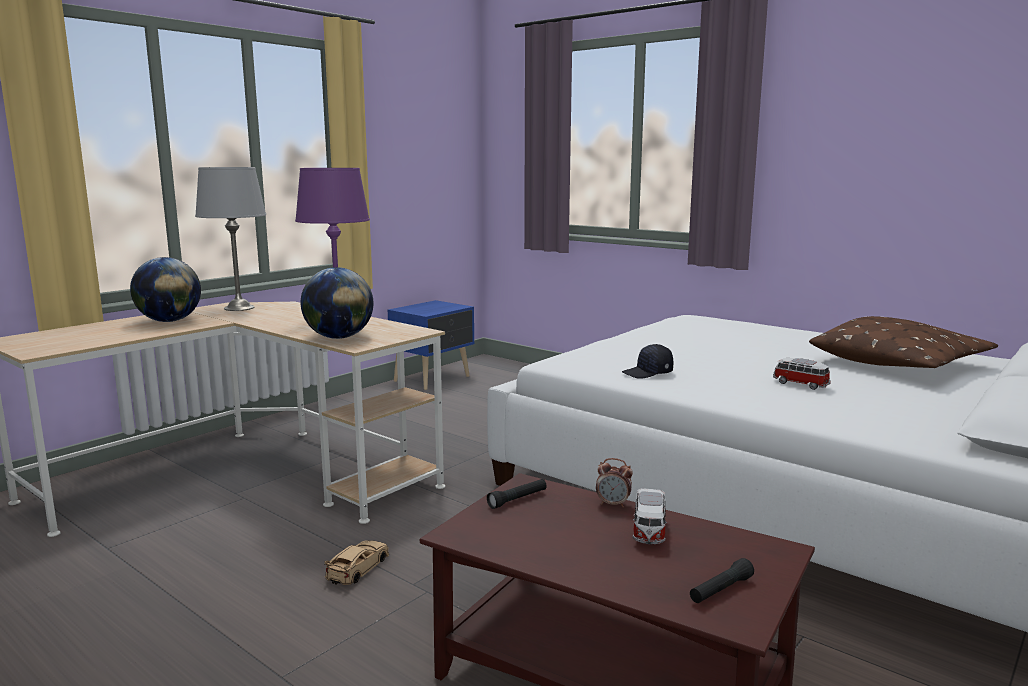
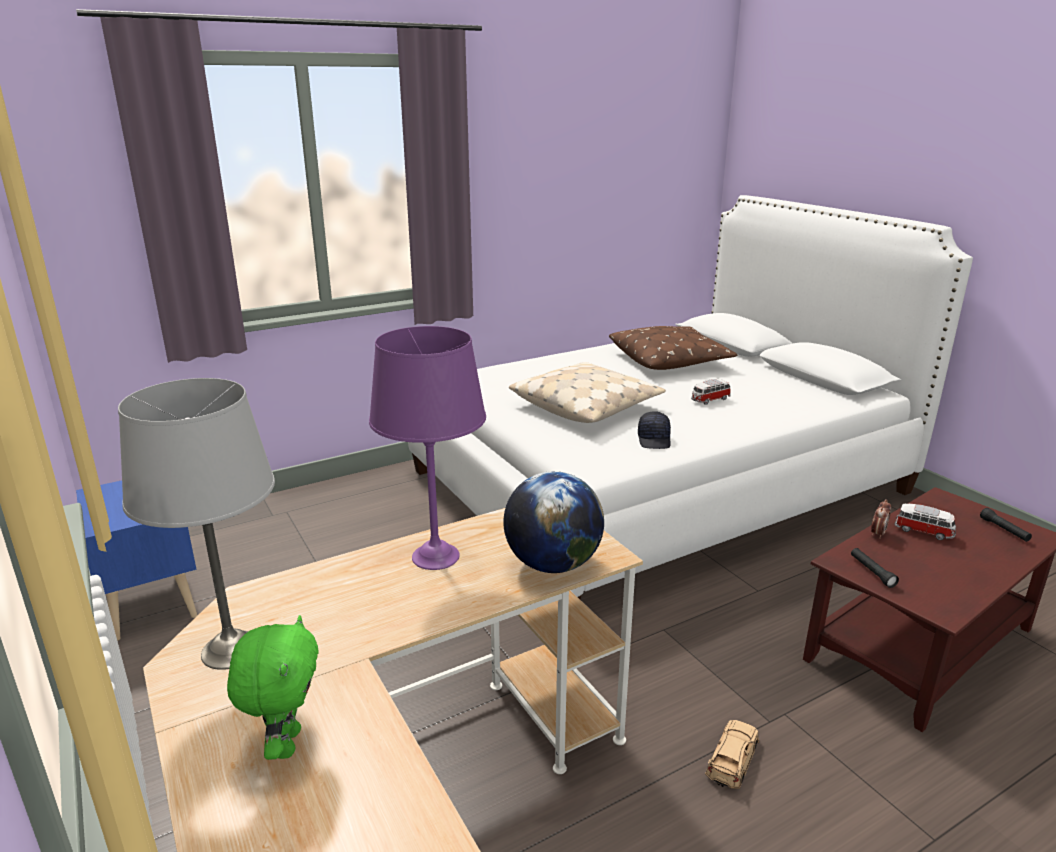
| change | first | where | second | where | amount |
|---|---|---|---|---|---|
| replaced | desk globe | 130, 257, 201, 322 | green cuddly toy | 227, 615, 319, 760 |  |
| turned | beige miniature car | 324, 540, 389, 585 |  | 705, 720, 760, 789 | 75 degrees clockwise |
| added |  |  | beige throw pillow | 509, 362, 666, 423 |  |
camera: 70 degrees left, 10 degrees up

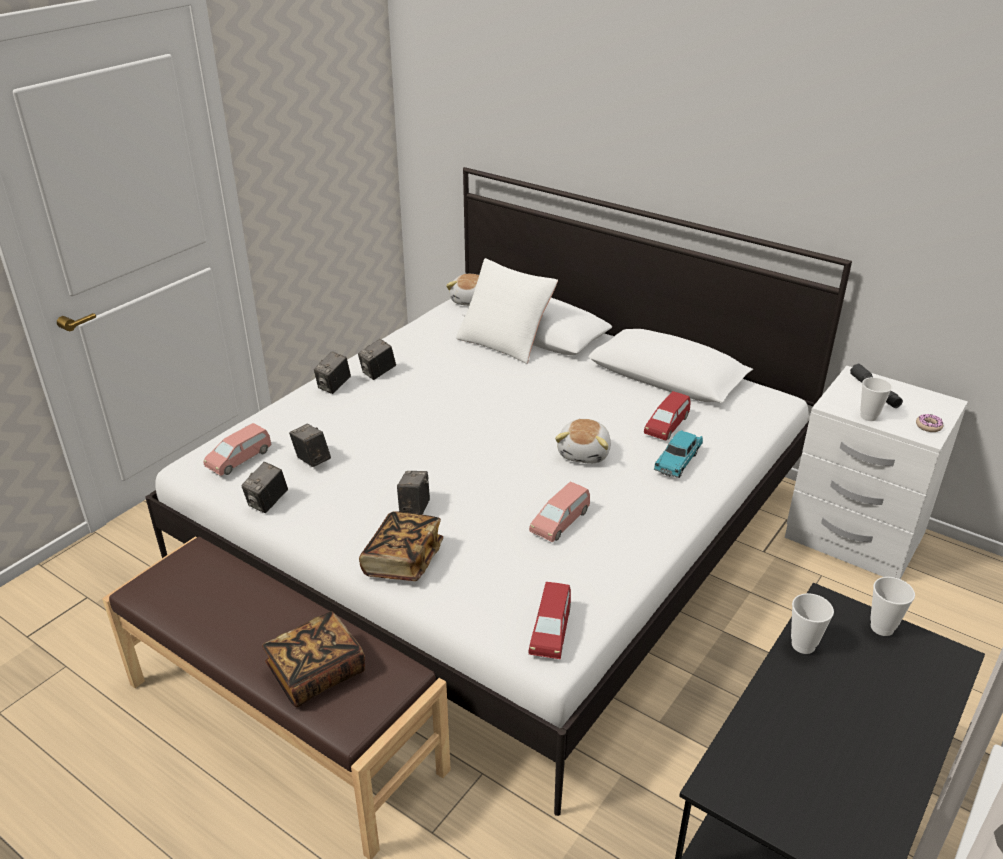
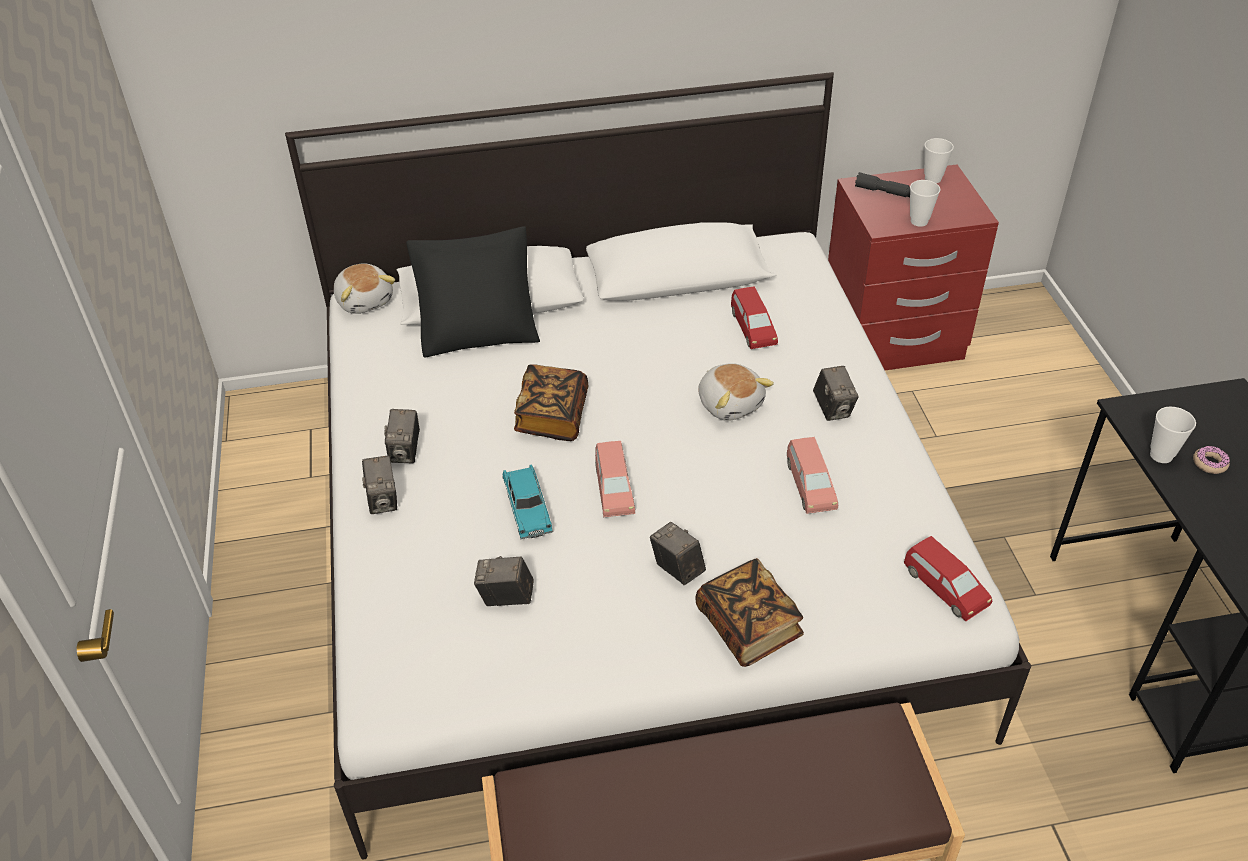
| change | first | where | second | where | amount |
|---|---|---|---|---|---|
| recoloured | whitish throw pillow | 456, 258, 558, 364 | black-coloured throw pillow | 406, 226, 540, 357 |  |
| recoloured | whitish nightstand | 785, 366, 968, 579 | reddish nightstand | 828, 165, 999, 370 |  |
| moved | donut | 916, 414, 943, 432 |  | 1193, 446, 1230, 474 |  |
| moved | pink miniature car | 203, 423, 271, 476 |  | 595, 441, 635, 517 |  |
| moved | turquoise-coloured miniature car | 654, 430, 703, 478 |  | 502, 464, 553, 539 |  |
| moved | photo camera | 241, 462, 288, 513 |  | 813, 366, 859, 421 |  |
| moved | drinking cup | 870, 577, 915, 636 |  | 924, 138, 954, 183 |  |
| moved | book | 262, 611, 365, 707 |  | 514, 364, 588, 441 |  |
camera: 45 degrees left, 10 degrees up

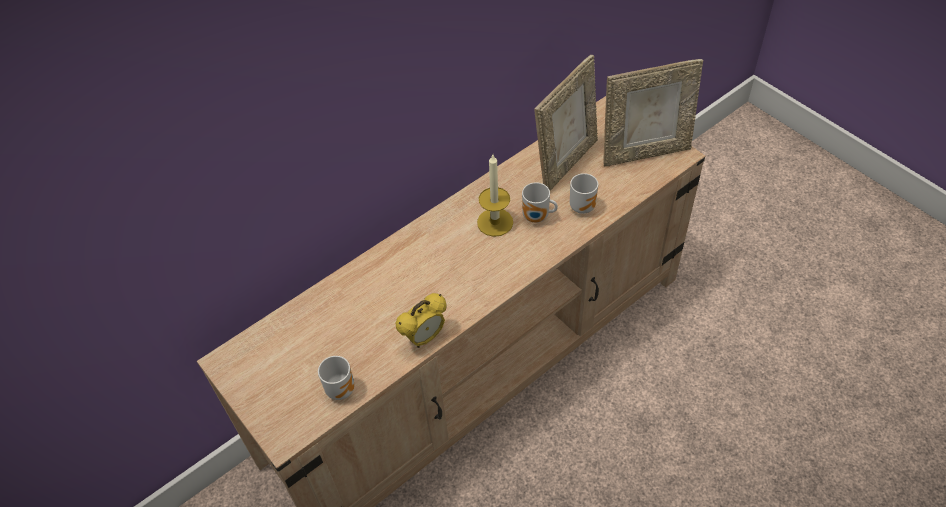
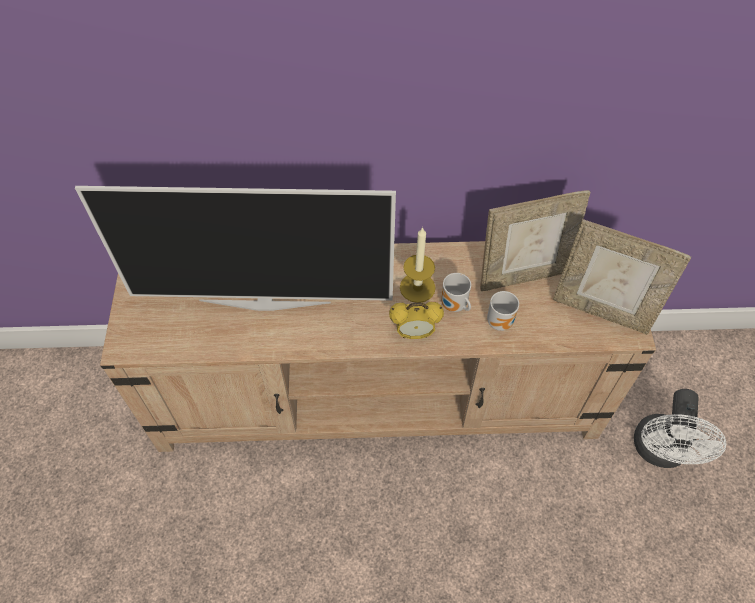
| change | first | where | second | where | amount |
|---|---|---|---|---|---|
| moved | bedside clock | 395, 293, 447, 348 |  | 389, 302, 444, 339 |  |
| removed | coffee mug | 318, 356, 354, 400 |  |  |  |
| added |  |  | TV | 75, 186, 396, 311 |  |
| added |  |  | whitish electric fan | 634, 389, 727, 468 |  |
camera: 35 degrees right, 5 degrees up

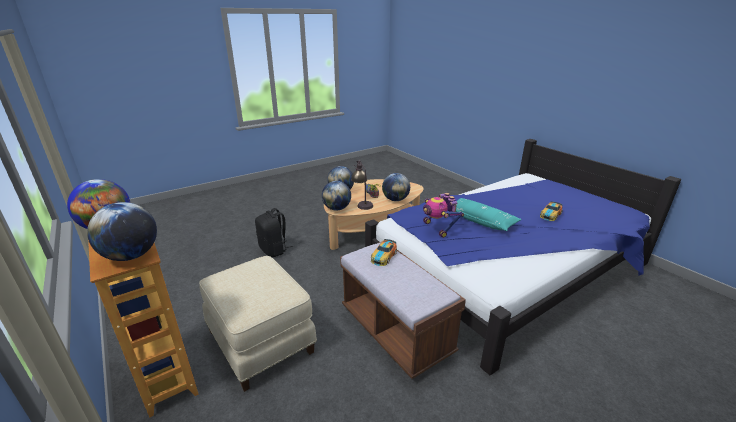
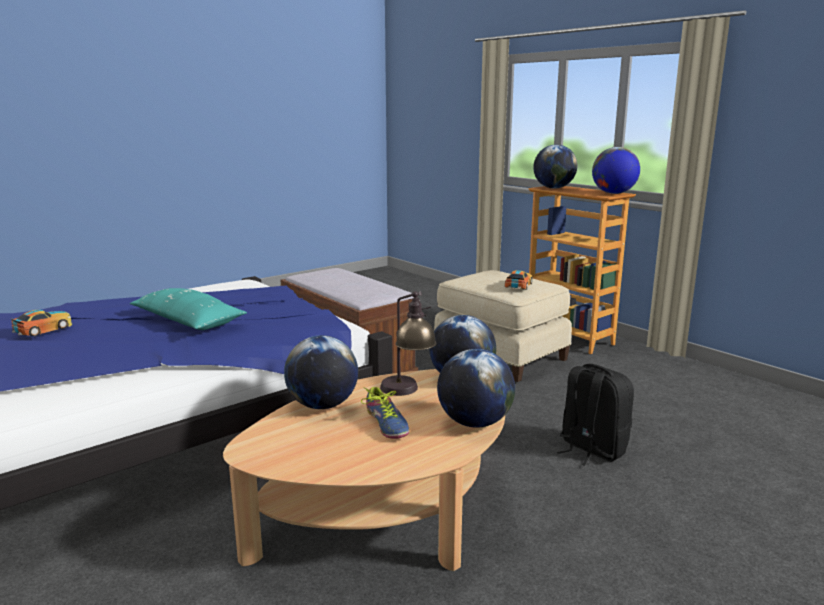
| change | first | where | second | where | amount |
|---|---|---|---|---|---|
| removed | robot figure | 423, 193, 464, 238 |  |  |  |
| moved | miniature car | 371, 239, 397, 266 |  | 505, 270, 533, 289 |  |
camera: 175 degrees right, 10 degrees down

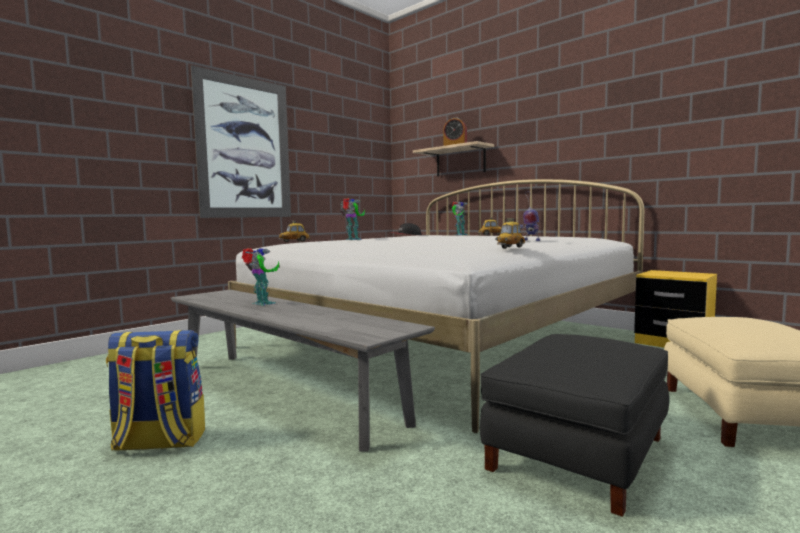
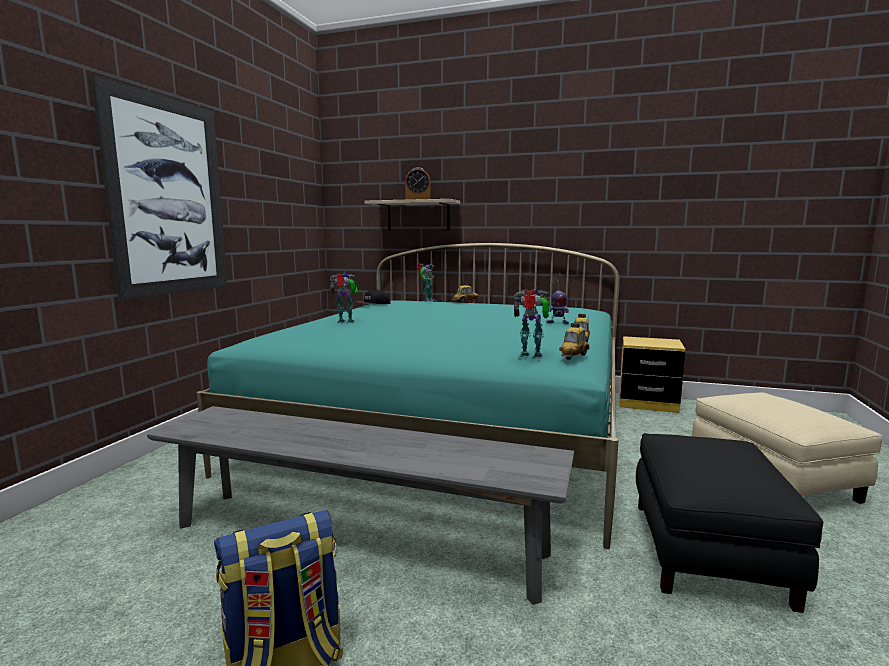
| change | first | where | second | where | amount |
|---|---|---|---|---|---|
| recoloured | whitish bed | 228, 179, 644, 433 | turquoise-coloured bed | 197, 243, 619, 549 |  |
| moved | miniature car | 278, 221, 310, 242 |  | 559, 323, 589, 360 |  |
| moved | robot figure | 242, 248, 279, 306 |  | 513, 289, 550, 359 |  |
camera: 25 degrees left, 5 degrees up

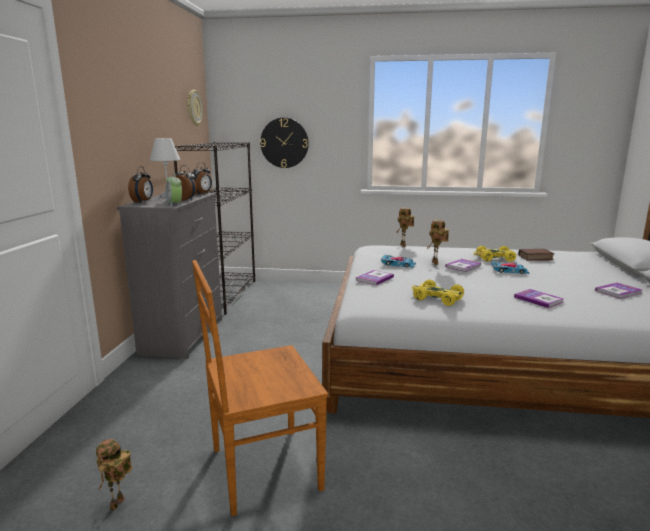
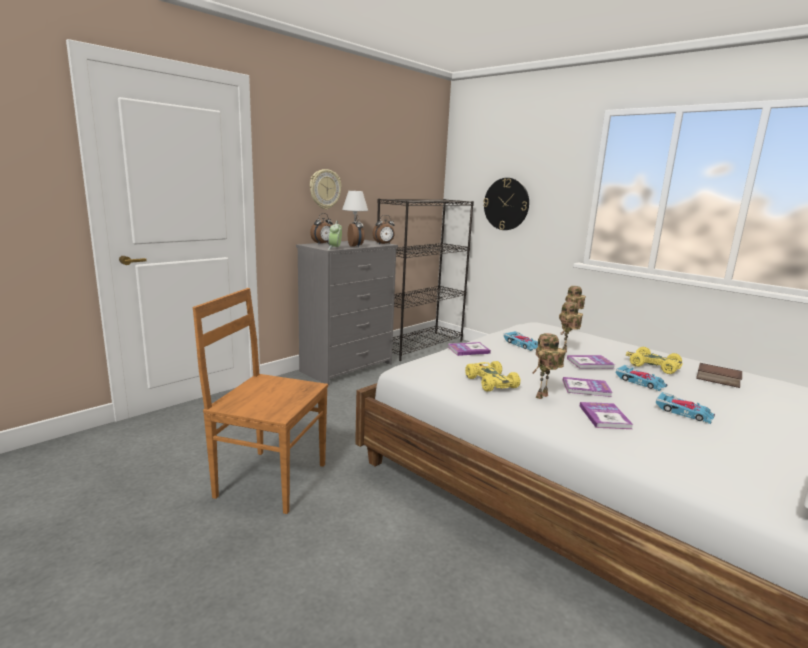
| change | first | where | second | where | amount |
|---|---|---|---|---|---|
| moved | clock on the wall | 187, 90, 203, 126 |  | 310, 169, 341, 209 |  |
| moved | book | 595, 283, 642, 299 |  | 563, 377, 613, 397 |  |
| moved | robot figure | 96, 439, 132, 511 |  | 533, 333, 566, 399 |  |
| added |  |  | miniature car | 656, 392, 715, 424 |  |
camera: 35 degrees right, 0 degrees up

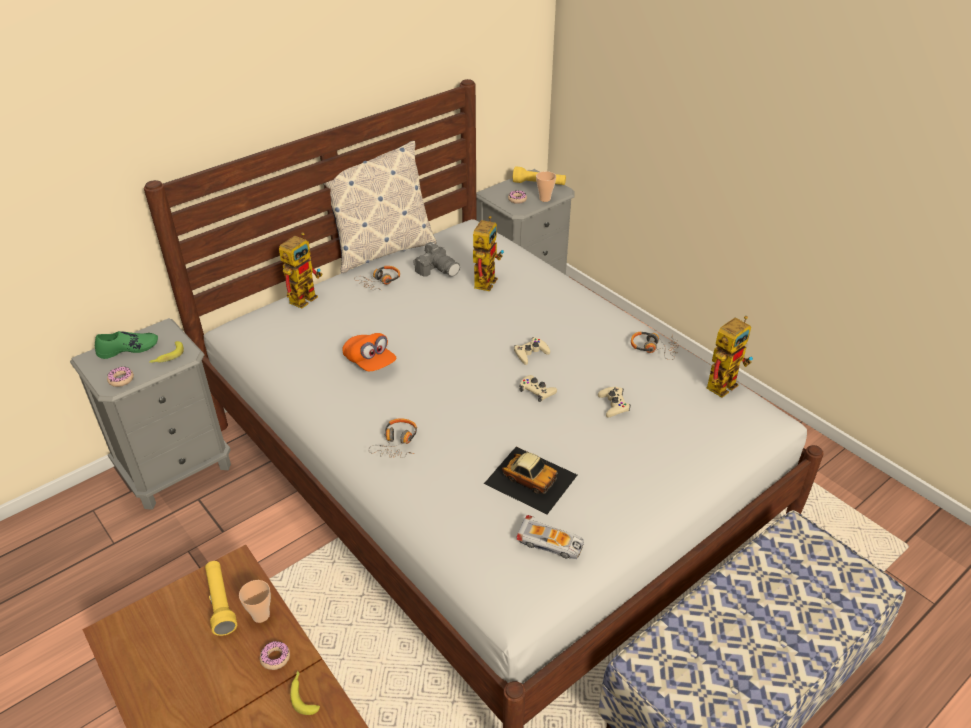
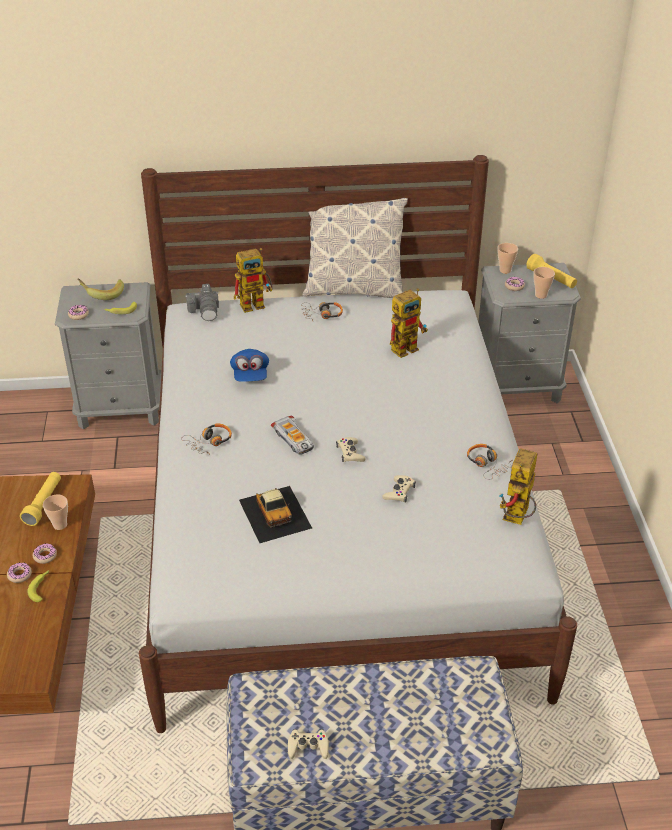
| change | first | where | second | where | amount |
|---|---|---|---|---|---|
| moved | photo camera | 413, 242, 460, 277 |  | 186, 284, 219, 321 |  |
| turned | robot figure | 706, 316, 753, 397 |  | 499, 448, 537, 525 | 120 degrees clockwise |
| replaced | green low shoe | 95, 331, 158, 359 | banana fruit | 77, 279, 124, 300 |  |
| recoloured | orangey peaked cap | 342, 333, 396, 371 | blue-coloured peaked cap | 230, 349, 269, 382 |  |
| moved | beige joypad | 514, 337, 550, 365 |  | 288, 729, 329, 759 |  |
| moved | miniature car | 517, 515, 584, 559 |  | 271, 416, 314, 455 |  |
| added |  |  | drinking cup | 497, 243, 518, 274 |  |
| added |  |  | donut | 7, 563, 32, 583 |  |
camera: 35 degrees right, 0 degrees up

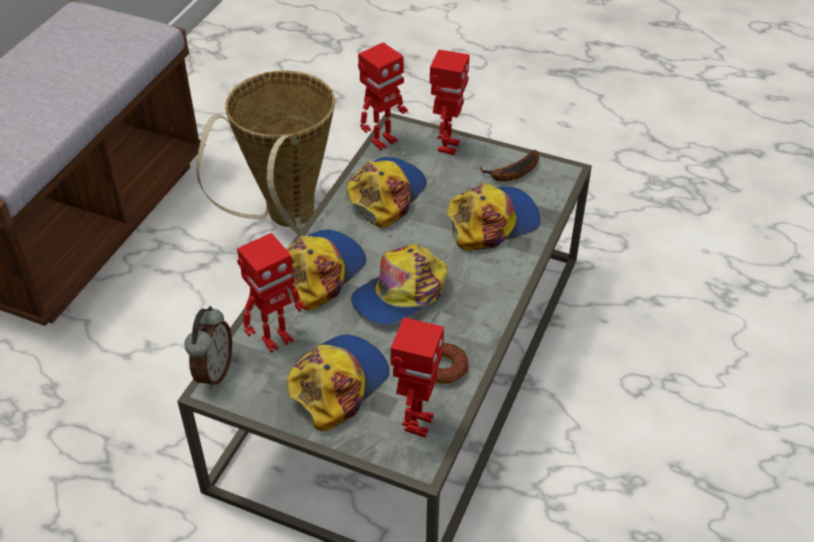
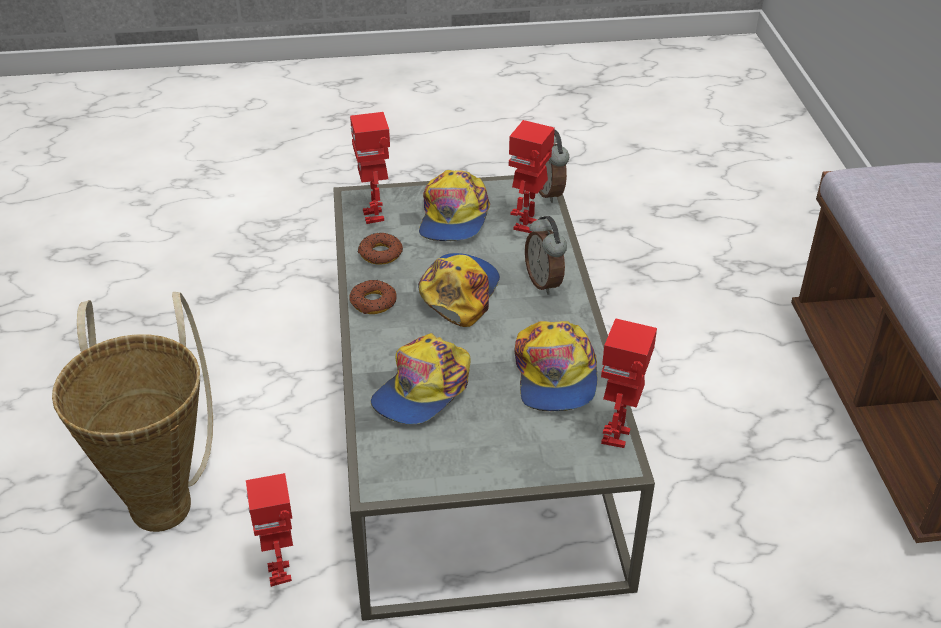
| change | first | where | second | where | amount |
|---|---|---|---|---|---|
| moved | robot figure | 430, 49, 470, 155 |  | 246, 473, 293, 587 |  |
| moved | basket | 196, 70, 335, 234 |  | 52, 292, 213, 532 |  |
| removed | banana fruit | 480, 150, 539, 182 |  |  |  |
| replaced | peaked cap | 286, 230, 366, 310 | bedside clock | 525, 216, 567, 295 |  |
| added |  |  | donut | 349, 280, 397, 314 |  |
camera: 150 degrees right, 5 degrees down

